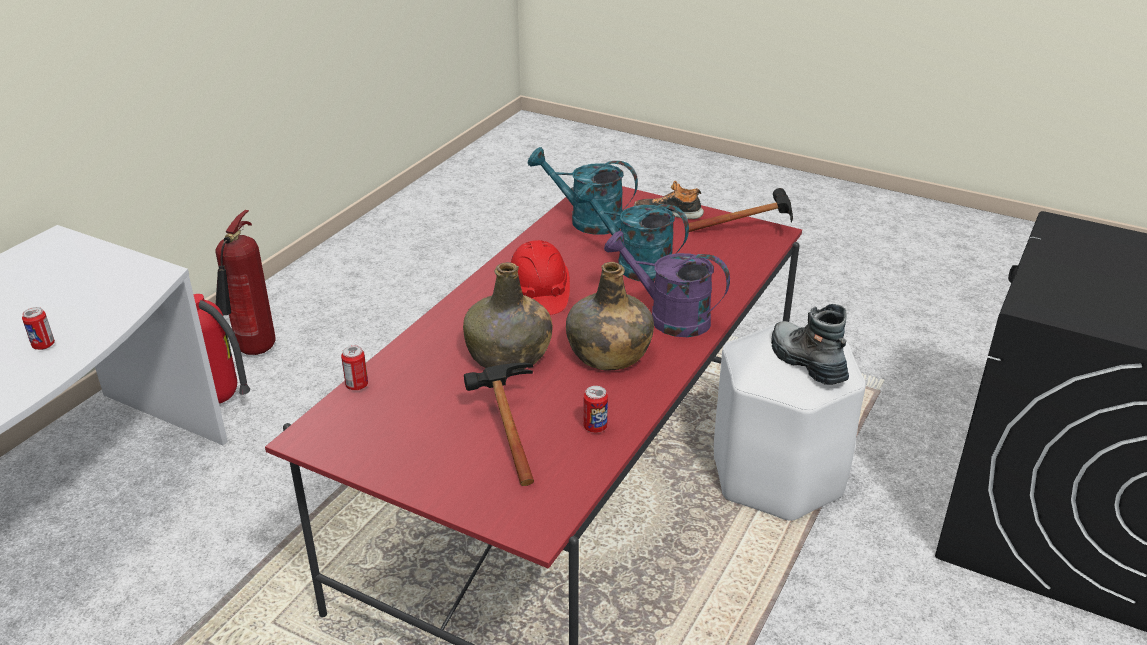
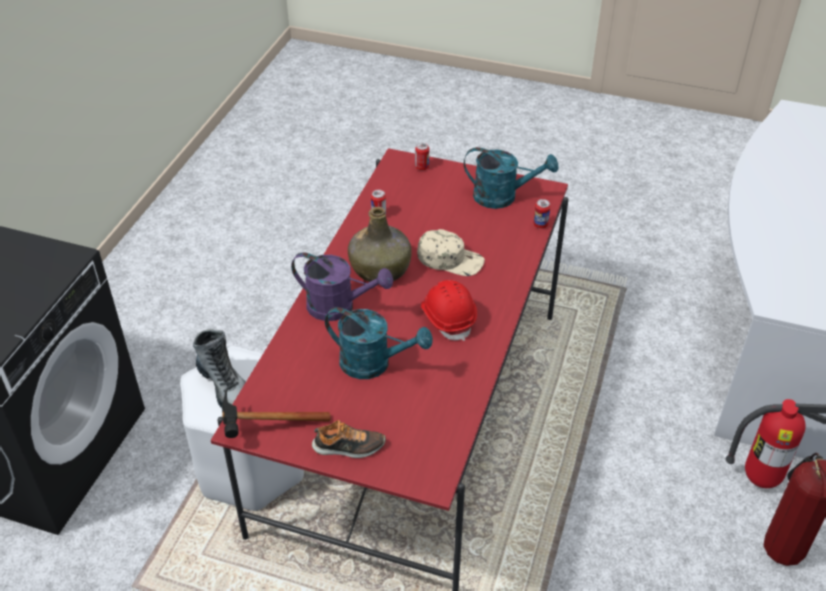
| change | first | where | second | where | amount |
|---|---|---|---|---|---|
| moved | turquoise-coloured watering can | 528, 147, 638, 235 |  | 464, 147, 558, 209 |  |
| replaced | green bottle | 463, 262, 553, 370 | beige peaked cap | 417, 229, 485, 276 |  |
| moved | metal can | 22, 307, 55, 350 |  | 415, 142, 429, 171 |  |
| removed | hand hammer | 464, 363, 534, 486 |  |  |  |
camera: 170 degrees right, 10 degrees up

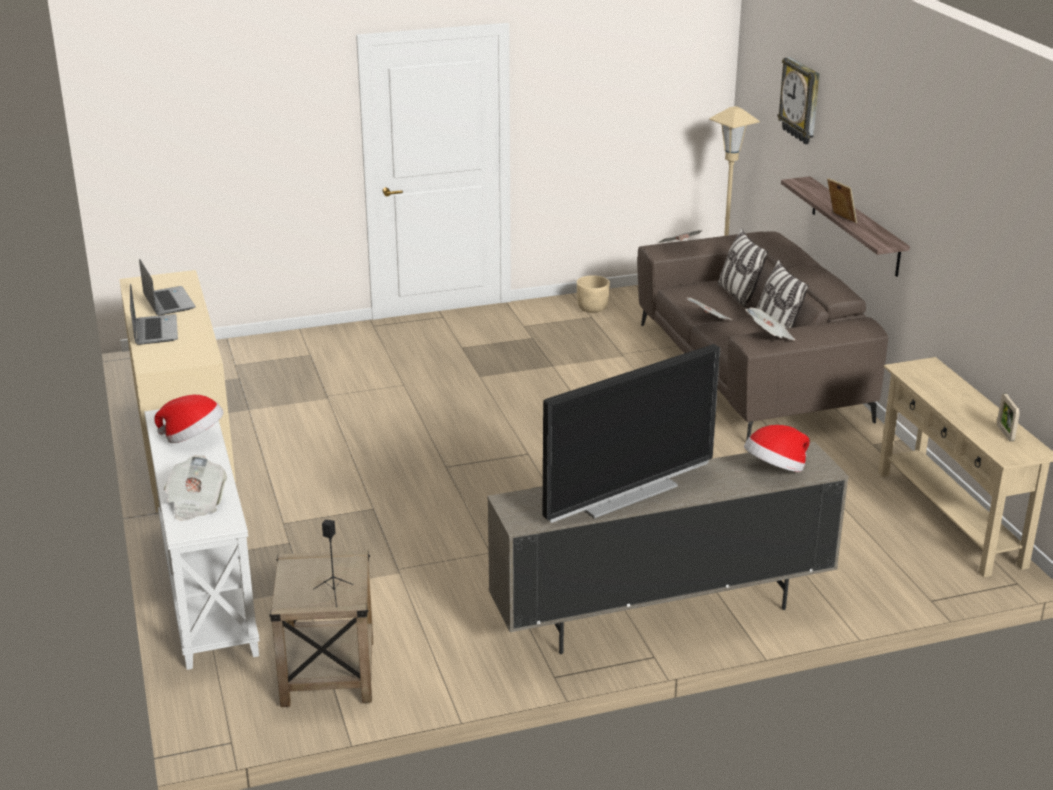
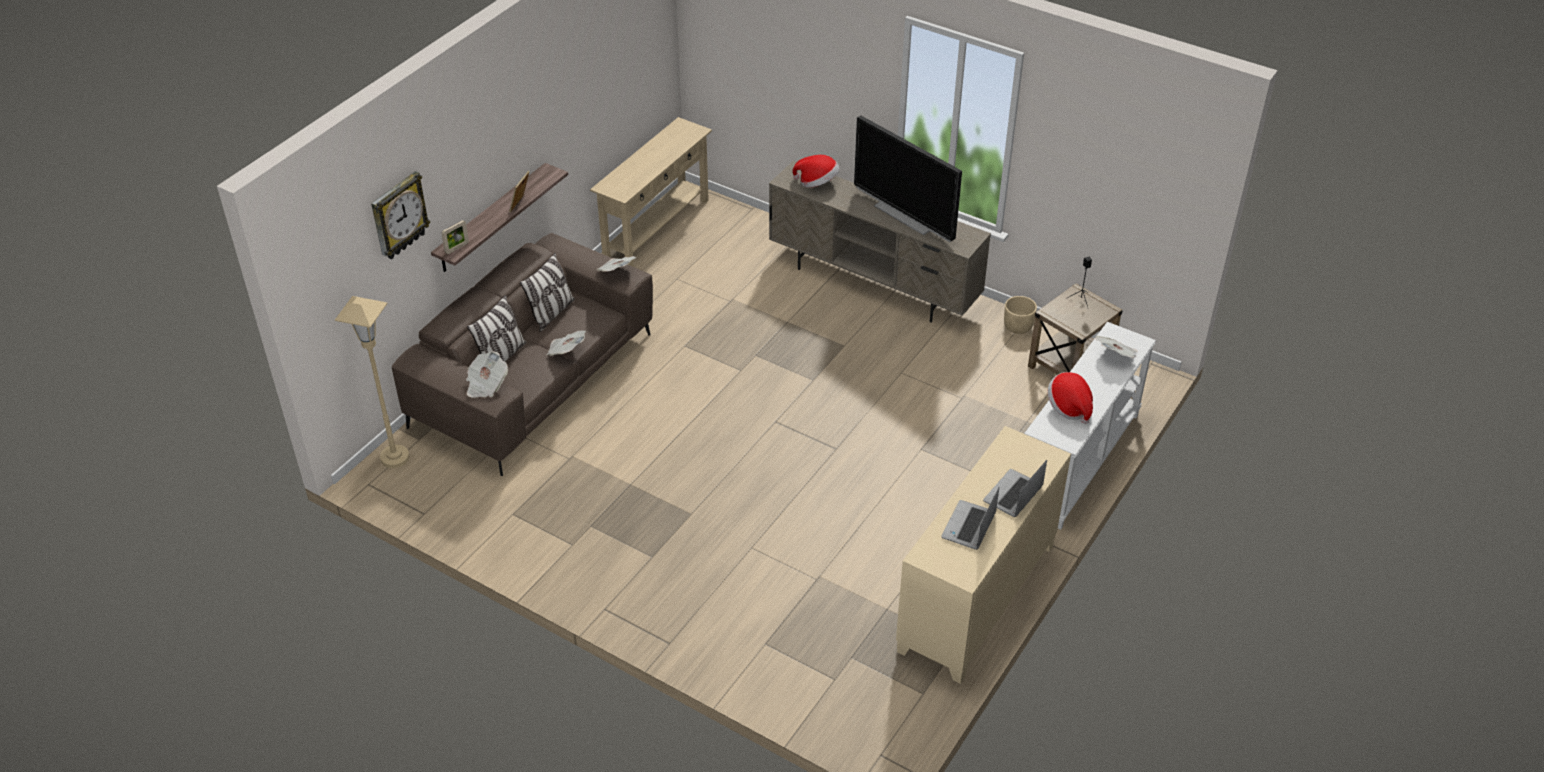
| change | first | where | second | where | amount |
|---|---|---|---|---|---|
| moved | beige planter | 577, 275, 610, 313 |  | 1004, 296, 1037, 334 |  |
| turned | TV | 543, 344, 720, 523 |  | 854, 116, 962, 242 | 150 degrees counterclockwise |
| moved | standing frame | 997, 394, 1020, 441 |  | 441, 220, 469, 254 |  |
camera: 130 degrees left, 15 degrees up

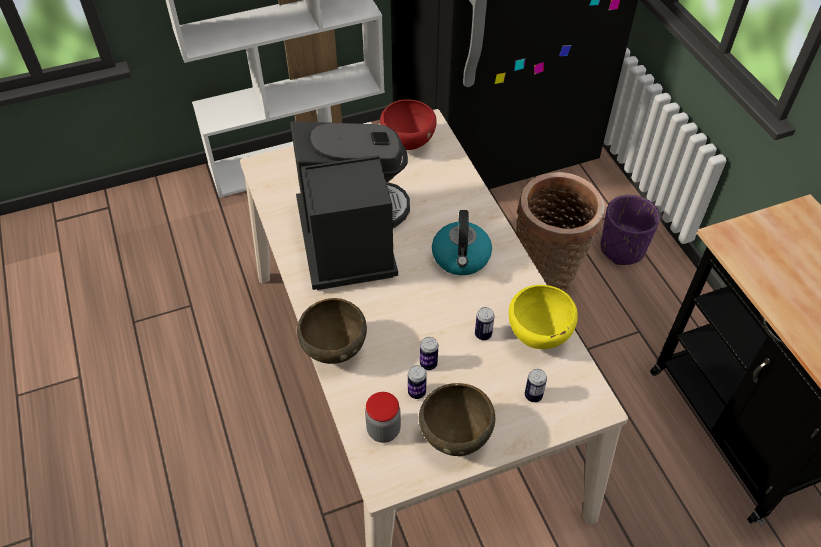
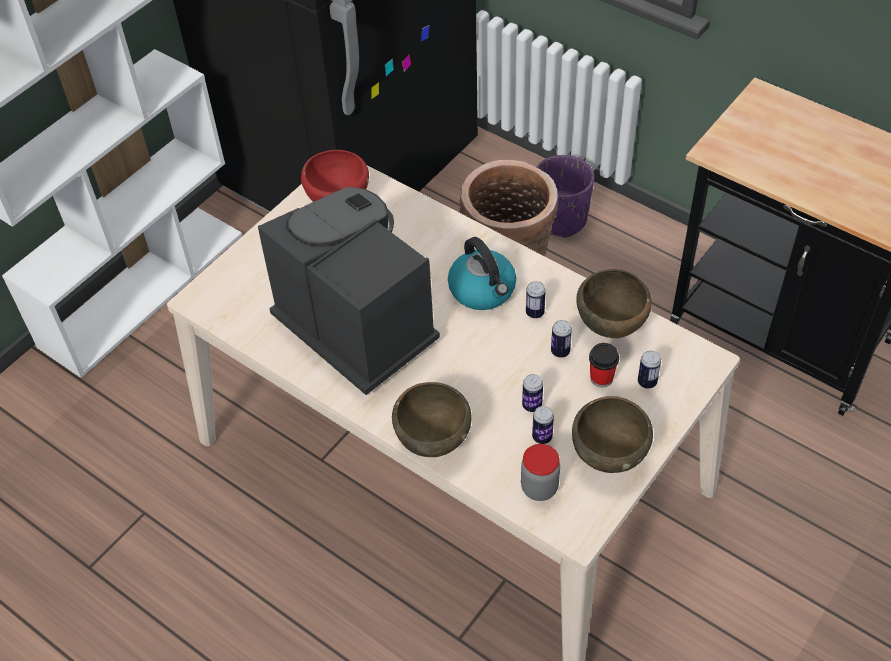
| change | first | where | second | where | amount |
|---|---|---|---|---|---|
| recoloured | yellow serving bowl | 509, 285, 578, 349 | brown-coloured serving bowl | 576, 269, 652, 338 |  |
| added |  |  | metal can | 526, 281, 546, 318 |  |
| added |  |  | drinking cup | 589, 343, 619, 387 |  |
camera: 30 degrees left, 0 degrees up

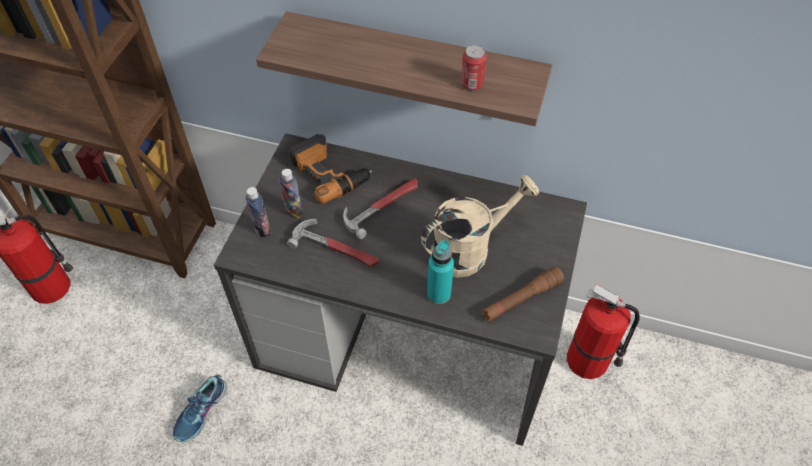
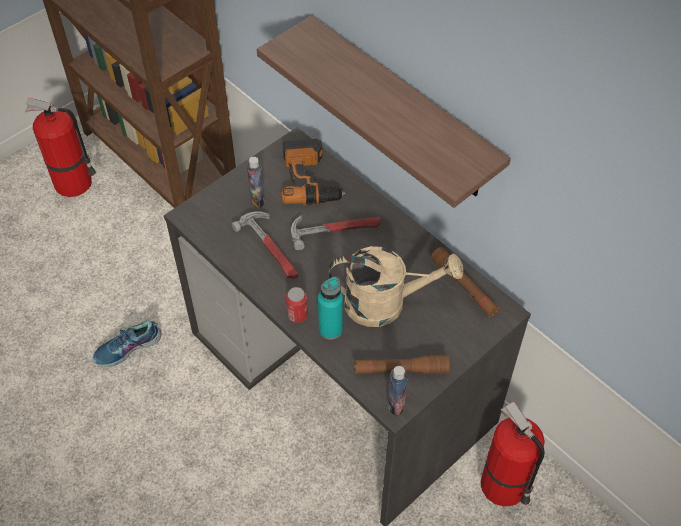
| change | first | where | second | where | amount |
|---|---|---|---|---|---|
| moved | metal can | 461, 45, 487, 91 |  | 286, 287, 308, 323 |  |
| moved | bottle | 245, 187, 270, 238 |  | 388, 366, 407, 416 |  |
| added |  |  | brown-coloured flashlight | 431, 247, 499, 317 |  |
camera: 30 degrees right, 0 degrees up

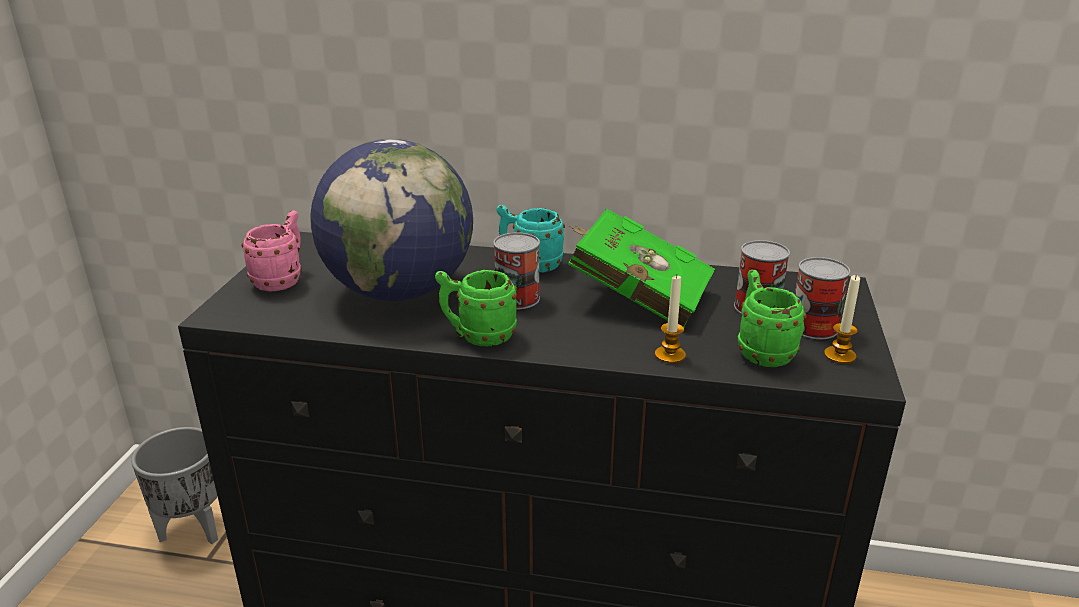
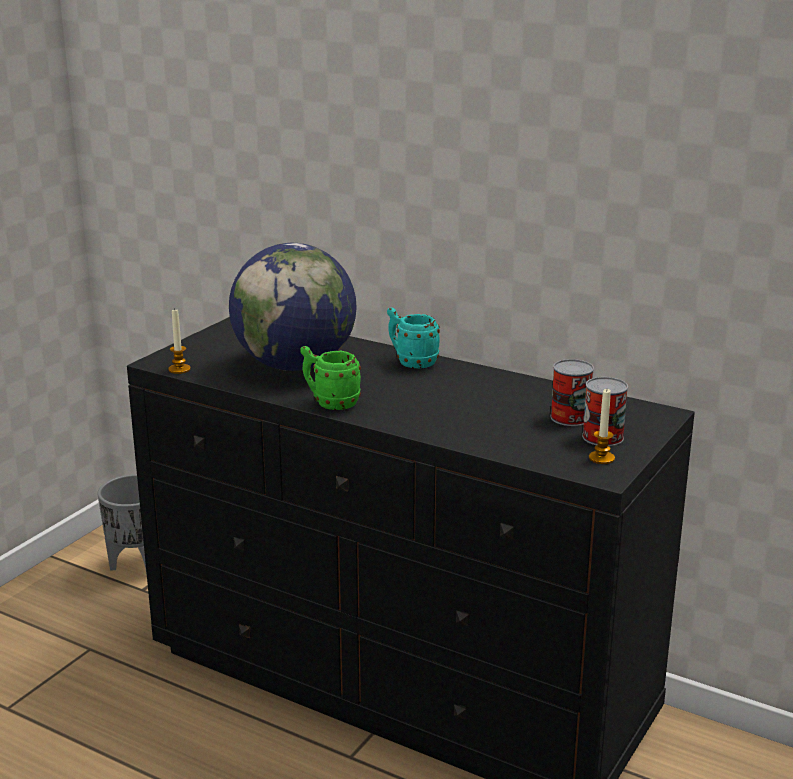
| change | first | where | second | where | amount |
|---|---|---|---|---|---|
| removed | green book | 568, 209, 715, 328 |  |  |  |
| removed | pink coffee mug | 242, 210, 302, 292 |  |  |  |
| removed | metal can | 493, 232, 540, 309 |  |  |  |
| removed | green coffee mug | 738, 270, 807, 367 |  |  |  |
| moved | wax candle | 655, 276, 686, 364 |  | 168, 308, 191, 374 |  |
camera: 20 degrees right, 5 degrees down

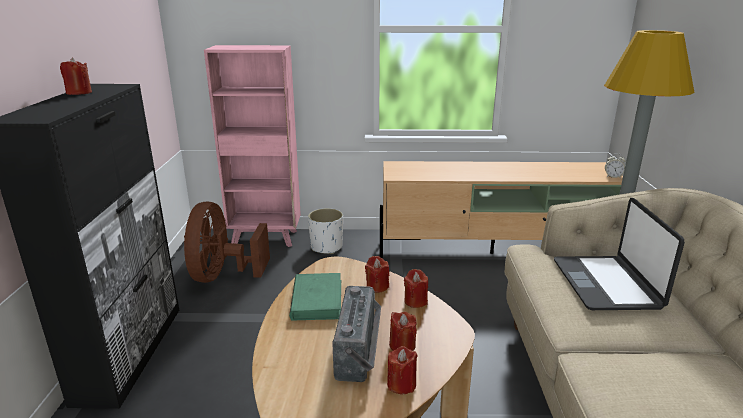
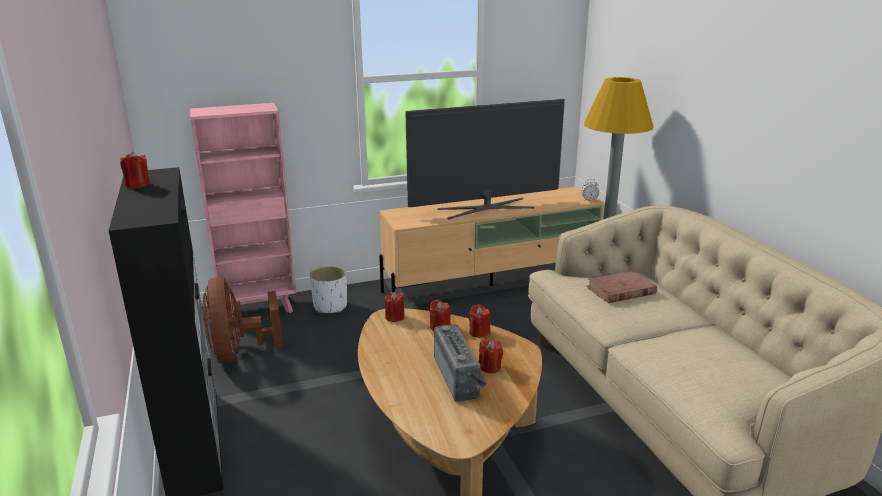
| change | first | where | second | where | amount |
|---|---|---|---|---|---|
| replaced | laptop | 554, 198, 685, 310 | brown-coloured book | 586, 271, 657, 303 |  |
| removed | green book | 289, 273, 341, 321 |  |  |  |
| moved | reddish wax candle | 387, 346, 418, 394 |  | 385, 292, 405, 322 |  |
| added |  |  | TV | 405, 99, 565, 219 |  |
camera: 20 degrees left, 0 degrees up

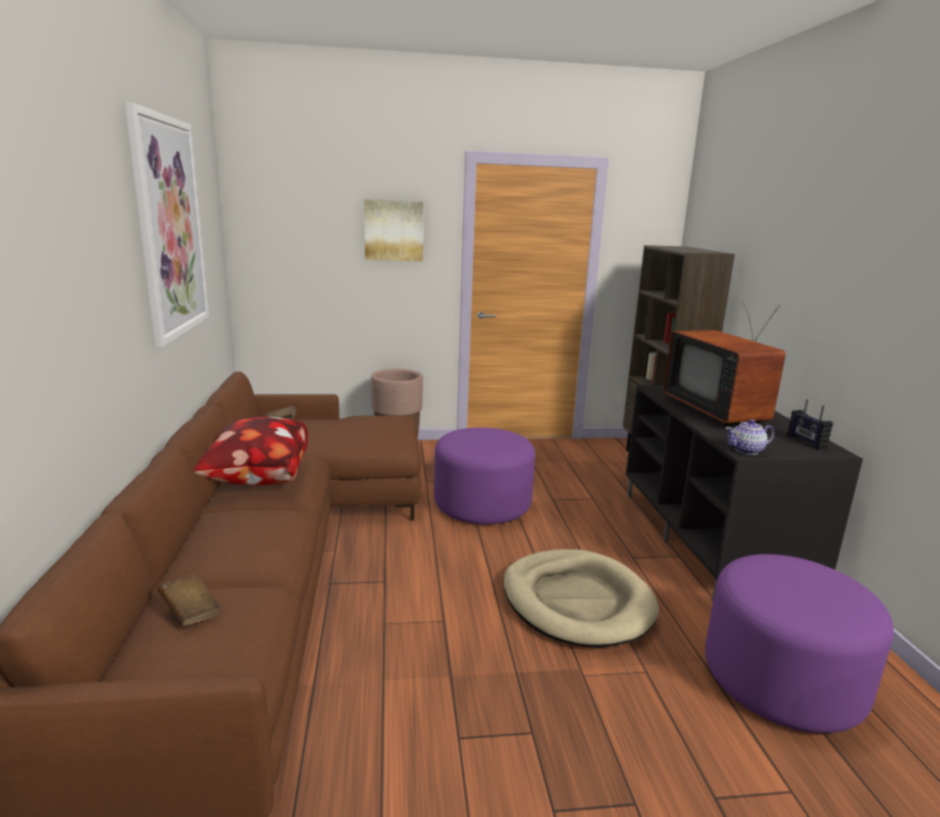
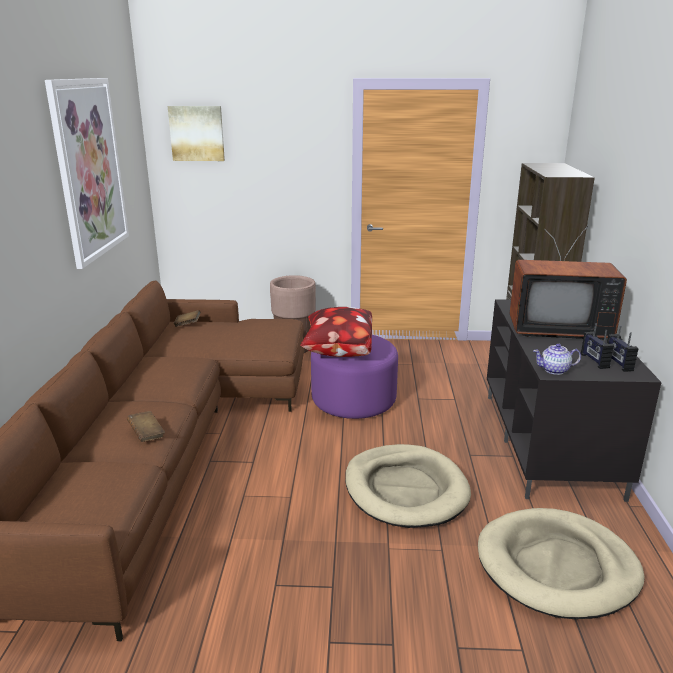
| change | first | where | second | where | amount |
|---|---|---|---|---|---|
| moved | wall picture | 364, 199, 423, 261 |  | 168, 106, 225, 161 |  |
| turned | TV | 663, 301, 786, 426 |  | 510, 226, 627, 340 | 75 degrees counterclockwise |
| moved | throw pillow | 194, 417, 308, 485 |  | 300, 307, 372, 357 |  |
| replaced | purple footrest | 705, 554, 894, 733 | beige dog bed | 478, 508, 645, 619 |  |
| moved | brown-coloured book | 158, 574, 221, 626 |  | 127, 411, 165, 442 |  |
| added |  |  | radio | 581, 323, 614, 369 |  |
camera: 10 degrees right, 5 degrees up

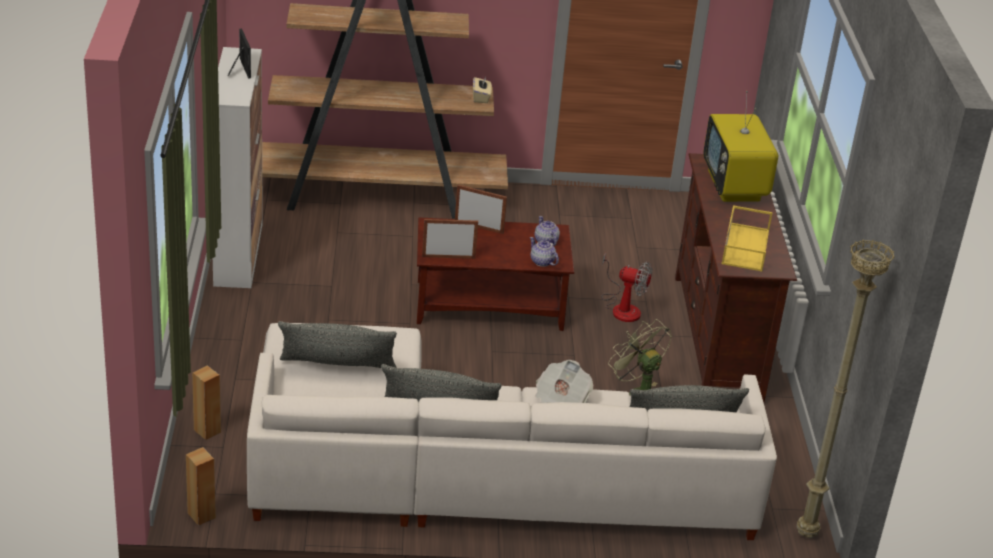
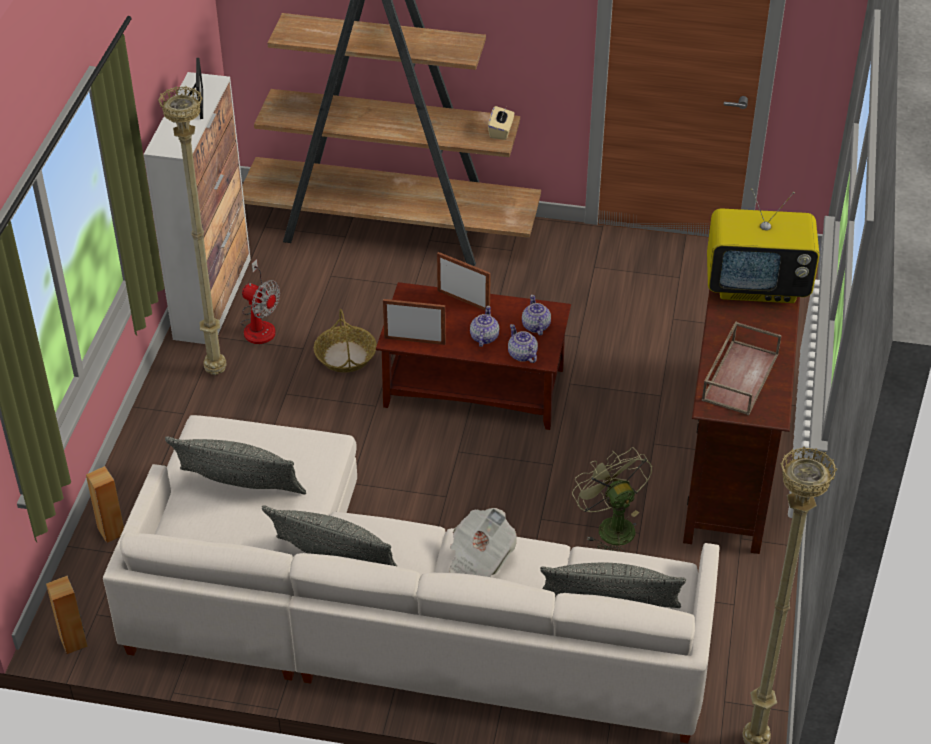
| change | first | where | second | where | amount |
|---|---|---|---|---|---|
| turned | TV | 703, 91, 778, 202 |  | 707, 188, 819, 303 | 90 degrees counterclockwise |
| recoloured | yellow tray | 722, 205, 773, 272 | brown-coloured tray | 702, 321, 782, 415 |  |
| moved | electric fan | 601, 253, 652, 322 |  | 241, 259, 280, 344 |  |
| added |  |  | beige floor lamp | 158, 86, 226, 375 |  |
| added |  |  | teapot | 470, 306, 499, 347 |  |
| added |  |  | basket | 314, 309, 377, 373 |  |
camera: 15 degrees right, 10 degrees up

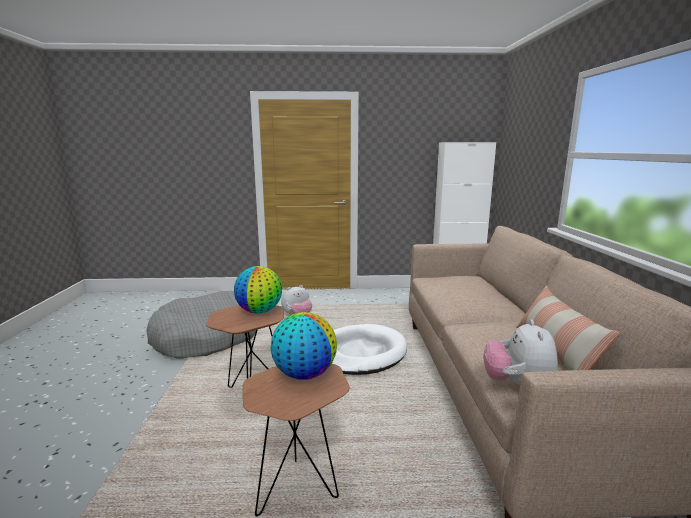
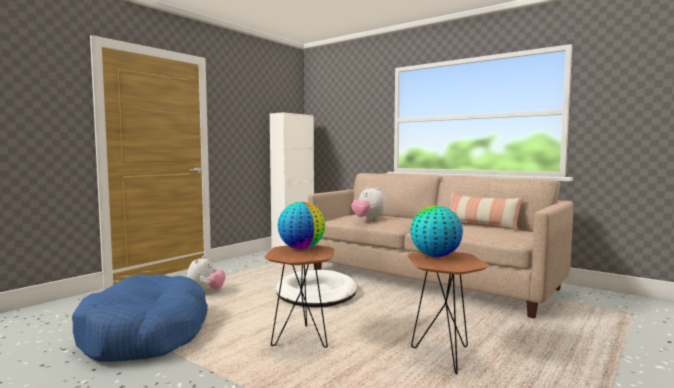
| change | first | where | second | where | amount |
|---|---|---|---|---|---|
| recoloured | grey dog bed | 146, 291, 256, 359 | blue-coloured dog bed | 72, 274, 208, 362 |  |
| moved | cuddly toy | 483, 319, 558, 386 |  | 351, 186, 386, 220 |  |
camera: 50 degrees left, 10 degrees down

